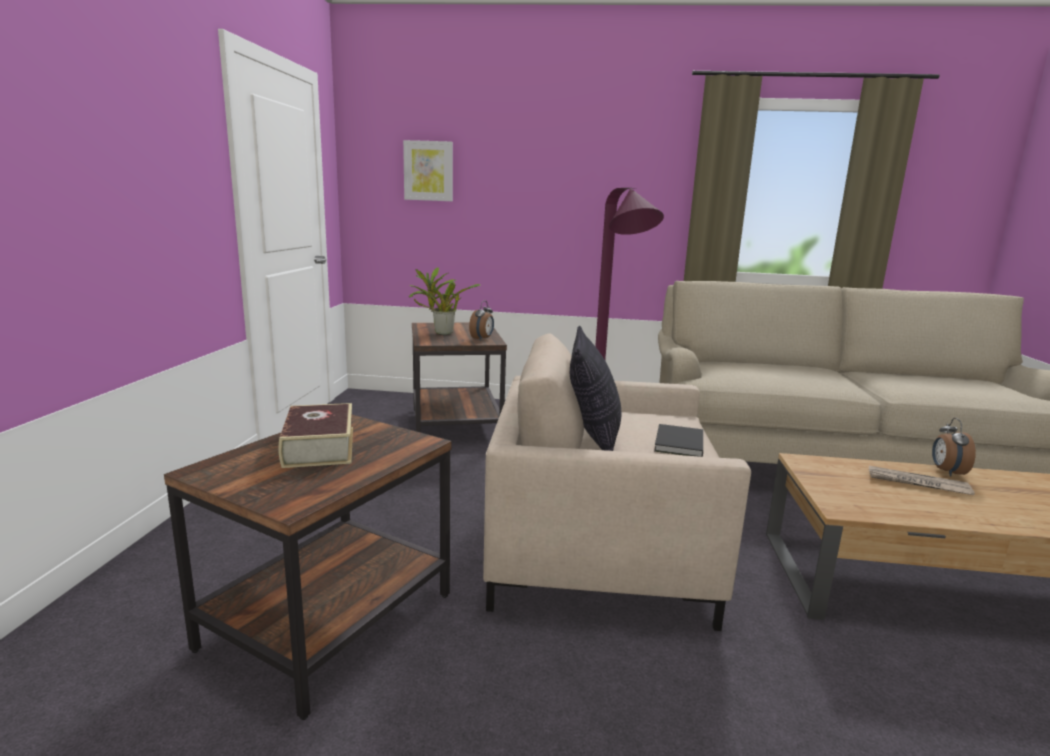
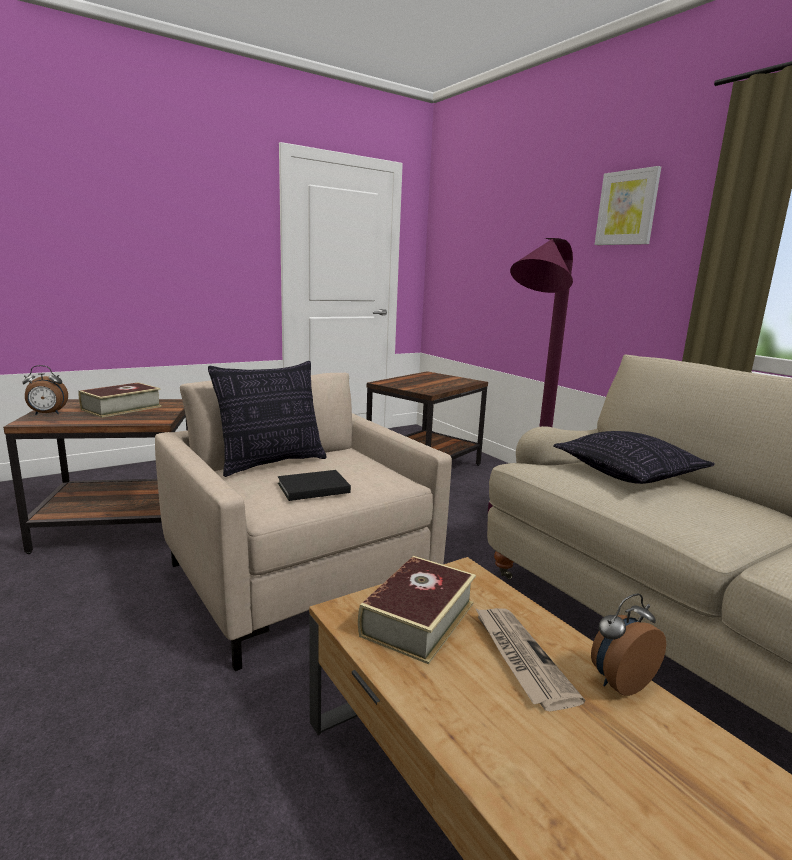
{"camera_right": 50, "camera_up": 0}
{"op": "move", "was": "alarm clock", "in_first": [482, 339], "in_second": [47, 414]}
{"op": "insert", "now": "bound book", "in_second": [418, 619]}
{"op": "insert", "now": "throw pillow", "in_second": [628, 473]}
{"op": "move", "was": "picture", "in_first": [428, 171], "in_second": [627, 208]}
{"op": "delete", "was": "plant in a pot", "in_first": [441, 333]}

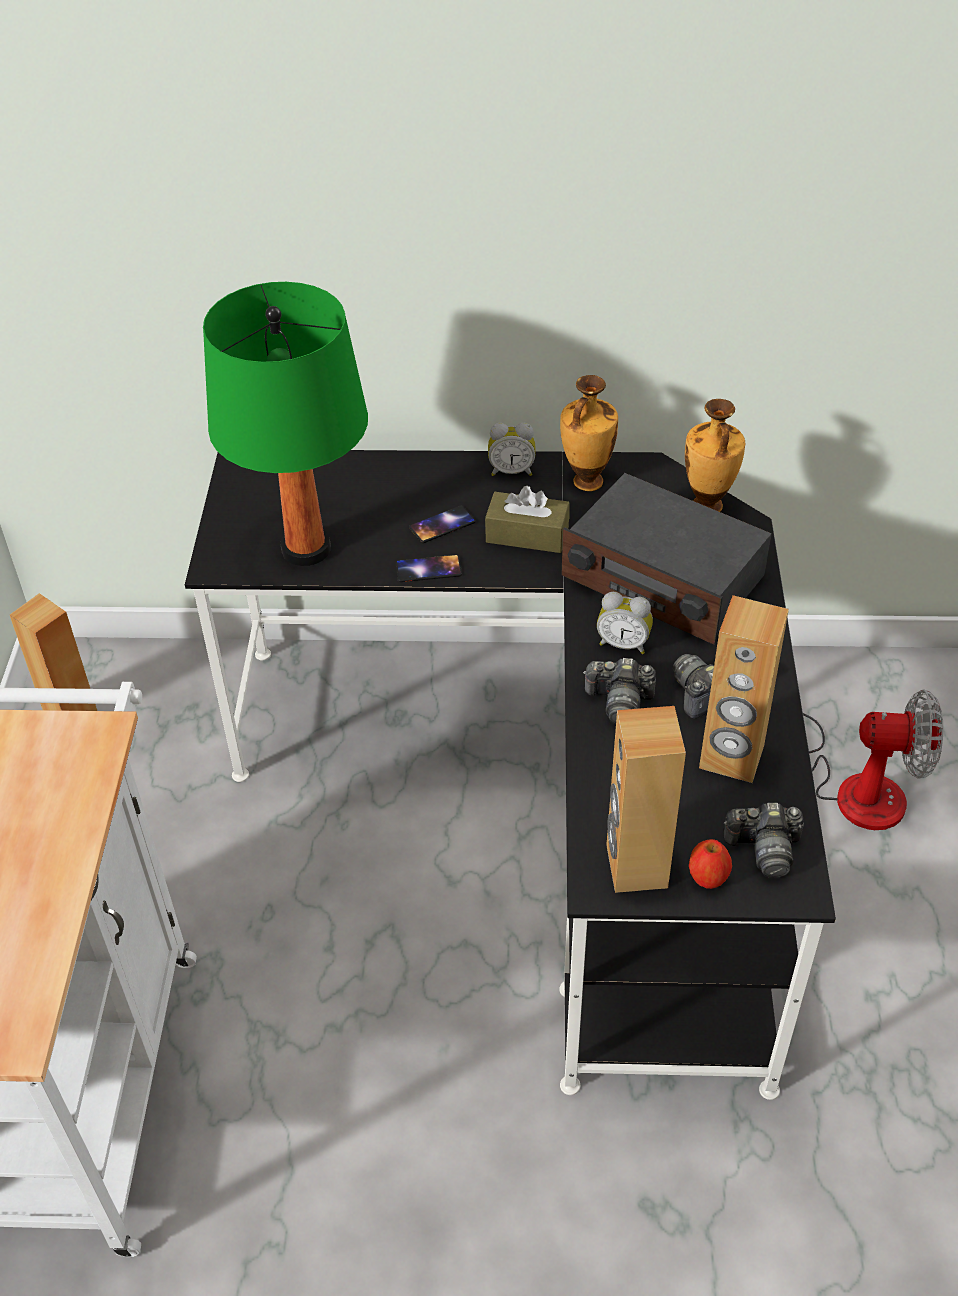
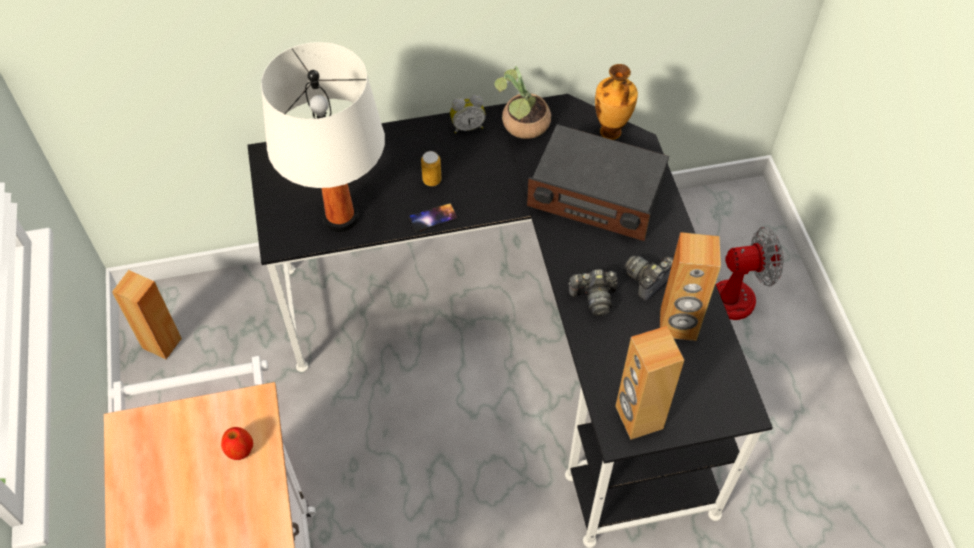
{"camera_right": -15, "camera_up": 10}
{"op": "move", "was": "apple", "in_first": [707, 877], "in_second": [240, 450]}
{"op": "recolor", "was": "greenish lamp for a table", "now": "white lamp for a table", "in_first": [306, 549], "in_second": [340, 217]}
{"op": "replace", "was": "telephone", "now": "sealed can", "in_first": [442, 525], "in_second": [432, 180]}
{"op": "replace", "was": "decorative vase", "now": "plant in a pot", "in_first": [586, 482], "in_second": [522, 127]}
{"op": "delete", "was": "brownish tissue box", "in_first": [527, 534]}
{"op": "delete", "was": "alarm clock", "in_first": [623, 643]}
{"op": "delete", "was": "photo camera", "in_first": [763, 849]}

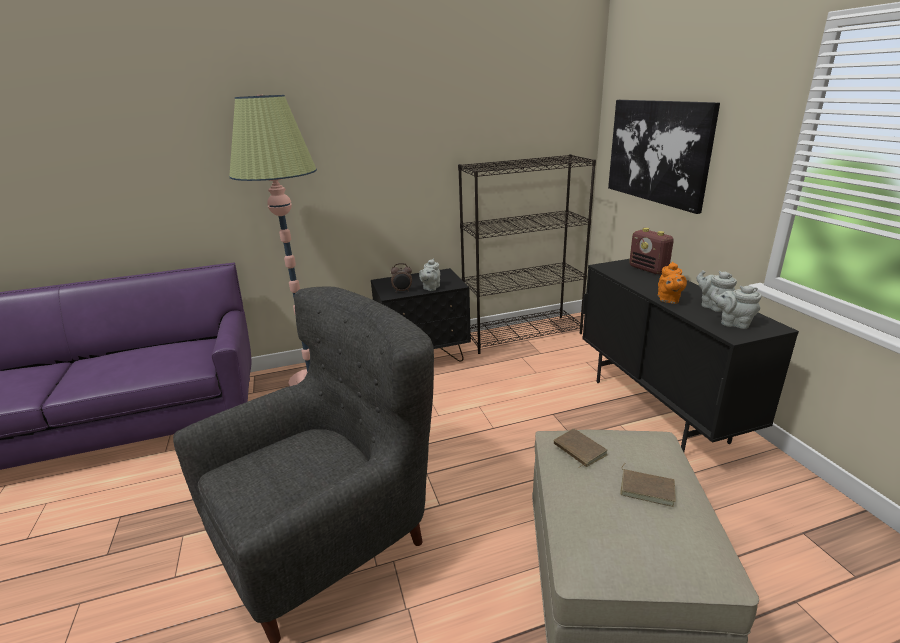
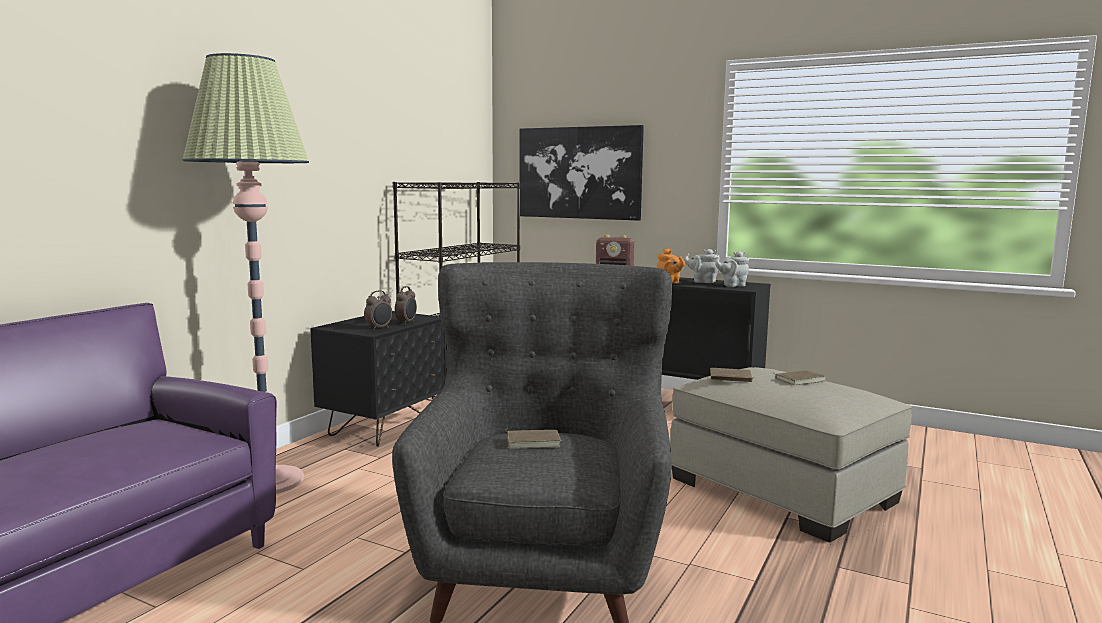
{"camera_right": -45, "camera_up": -15}
{"op": "replace", "was": "grey tea pot", "now": "alarm clock", "in_first": [430, 288], "in_second": [406, 322]}
{"op": "insert", "now": "brownish bound book", "in_second": [533, 441]}

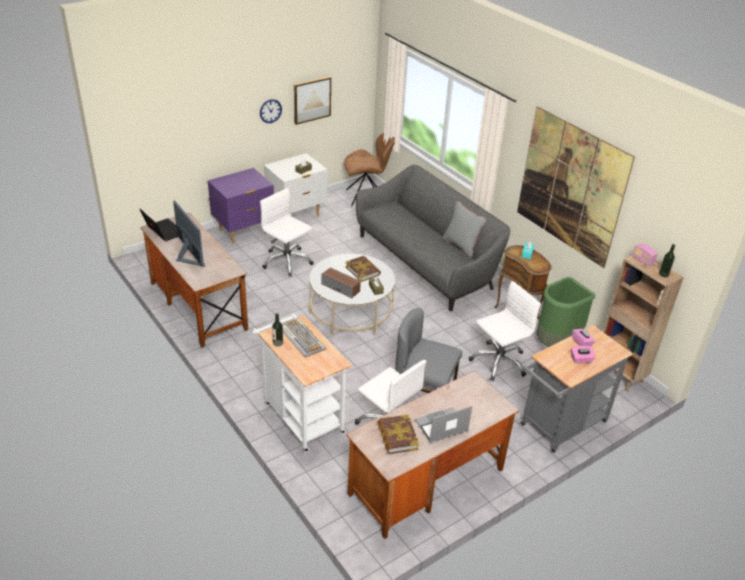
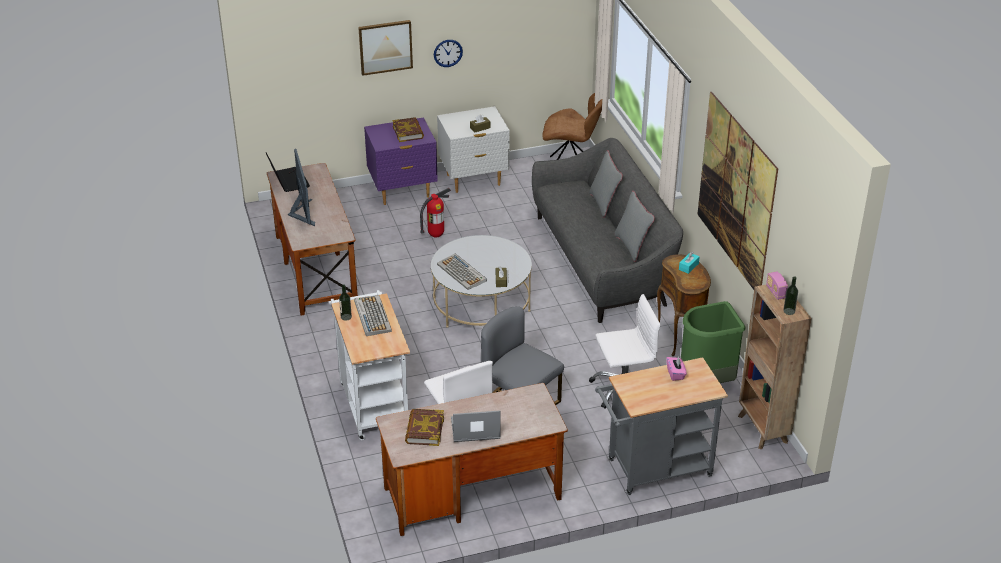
{"camera_right": 20, "camera_up": 0}
{"op": "move", "was": "picture", "in_first": [312, 100], "in_second": [385, 47]}
{"op": "move", "was": "bound book", "in_first": [362, 271], "in_second": [408, 132]}
{"op": "replace", "was": "white desk chair", "now": "extinguisher", "in_first": [286, 262], "in_second": [436, 235]}
{"op": "replace", "was": "speaker", "now": "PC keyboard", "in_first": [341, 287], "in_second": [462, 273]}
{"op": "insert", "now": "grey throw pillow", "in_second": [604, 204]}
{"op": "delete", "was": "pink tissue box", "in_first": [581, 360]}

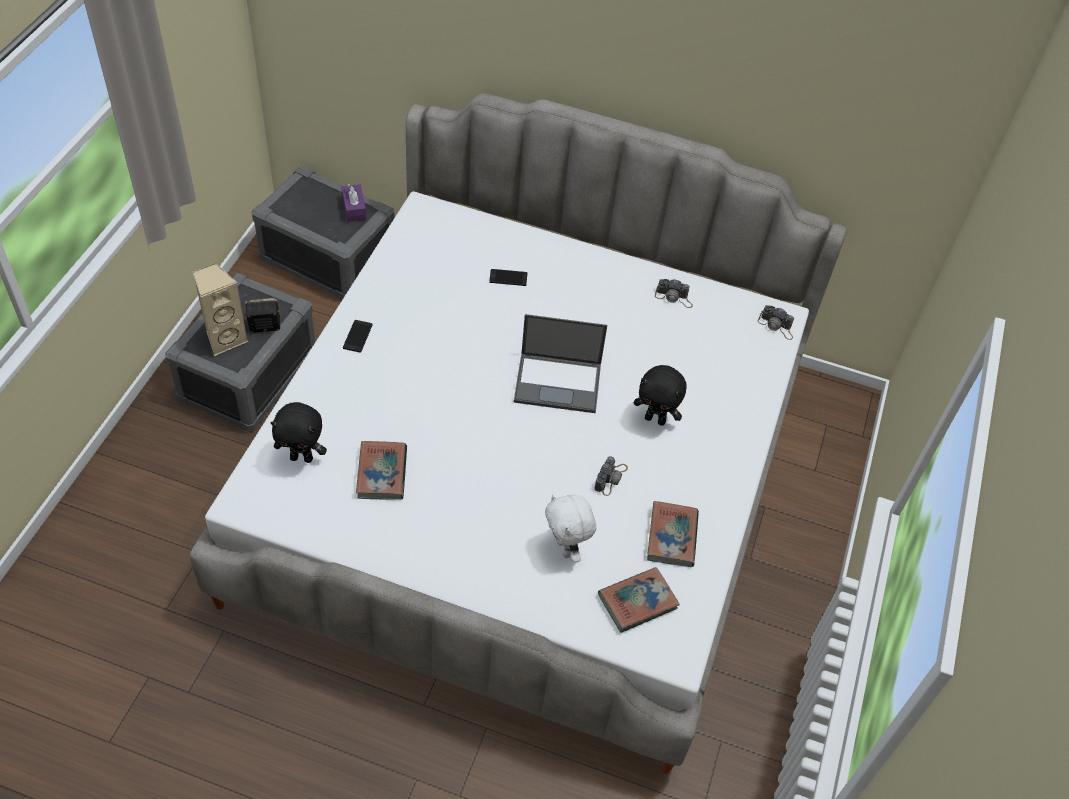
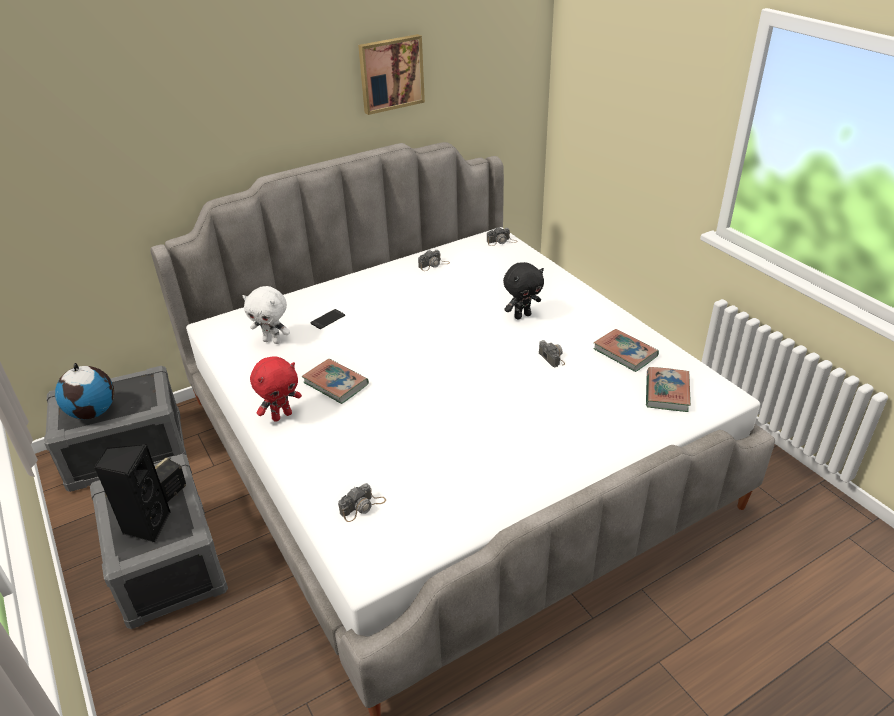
{"camera_right": -45, "camera_up": -15}
{"op": "insert", "now": "world globe", "in_second": [93, 412]}
{"op": "recolor", "was": "beige speaker", "now": "black speaker", "in_first": [225, 338], "in_second": [146, 525]}
{"op": "move", "was": "white soft toy", "in_first": [566, 549], "in_second": [272, 341]}
{"op": "replace", "was": "telephone", "now": "red soft toy", "in_first": [357, 336], "in_second": [282, 415]}
{"op": "move", "was": "bound book", "in_first": [382, 473], "in_second": [336, 384]}
{"op": "replace", "was": "black soft toy", "now": "photo camera", "in_first": [302, 457], "in_second": [362, 507]}
{"op": "insert", "now": "picture", "in_second": [390, 73]}
{"op": "delete", "was": "purplish tissue box", "in_first": [354, 208]}
{"op": "delete", "was": "laptop", "in_first": [559, 382]}

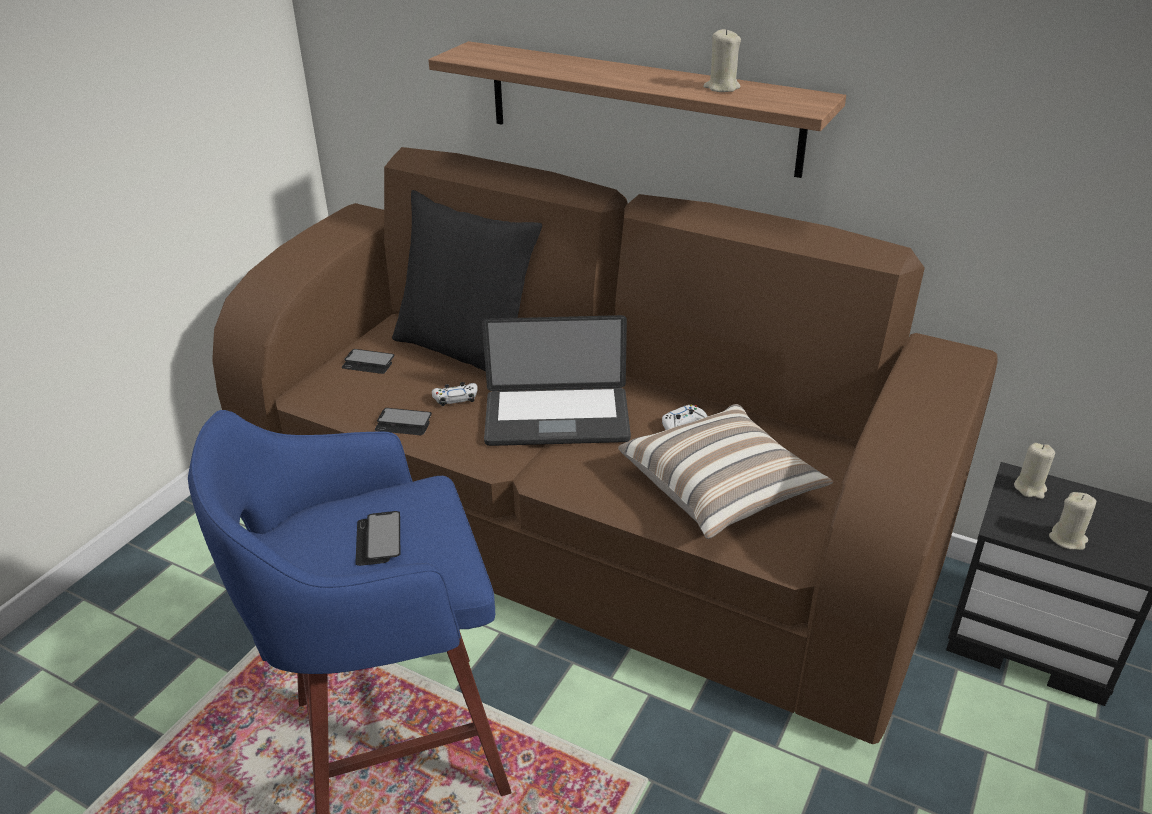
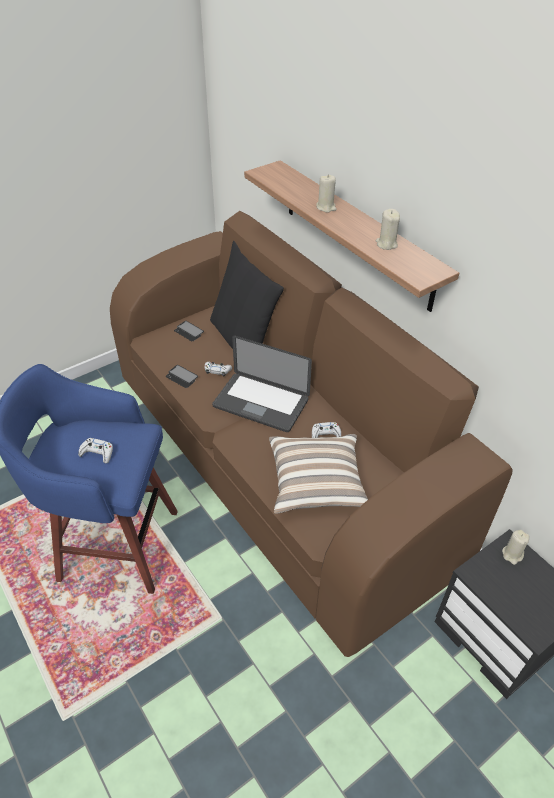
{"camera_right": 25, "camera_up": 10}
{"op": "replace", "was": "telephone", "now": "white joypad", "in_first": [378, 540], "in_second": [97, 453]}
{"op": "move", "was": "beige wax light", "in_first": [1068, 539], "in_second": [326, 207]}

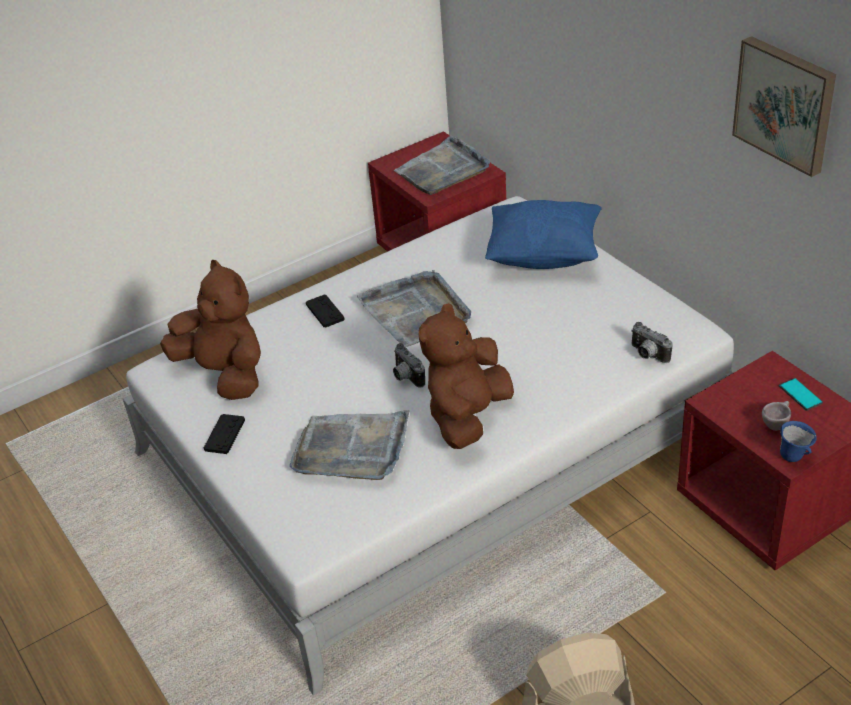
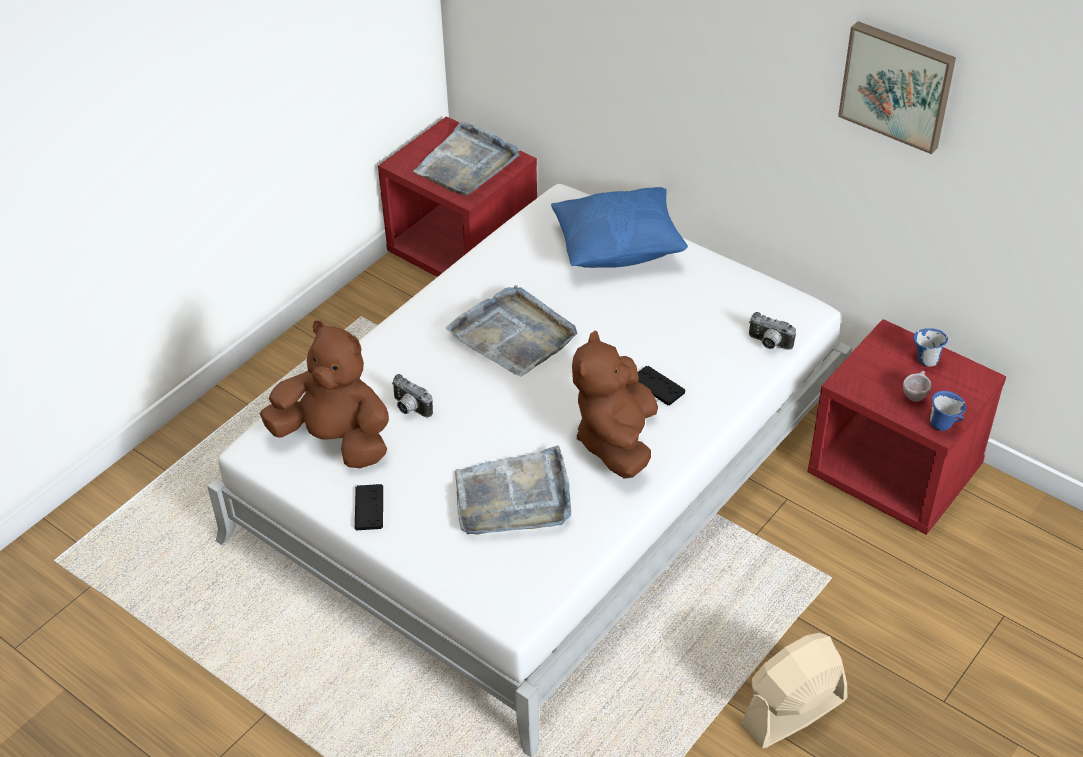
{"camera_right": -20, "camera_up": 5}
{"op": "move", "was": "photo camera", "in_first": [405, 377], "in_second": [409, 408]}
{"op": "move", "was": "black joypad", "in_first": [325, 312], "in_second": [657, 386]}
{"op": "replace", "was": "telephone", "now": "bluish tea mug", "in_first": [800, 394], "in_second": [925, 360]}

